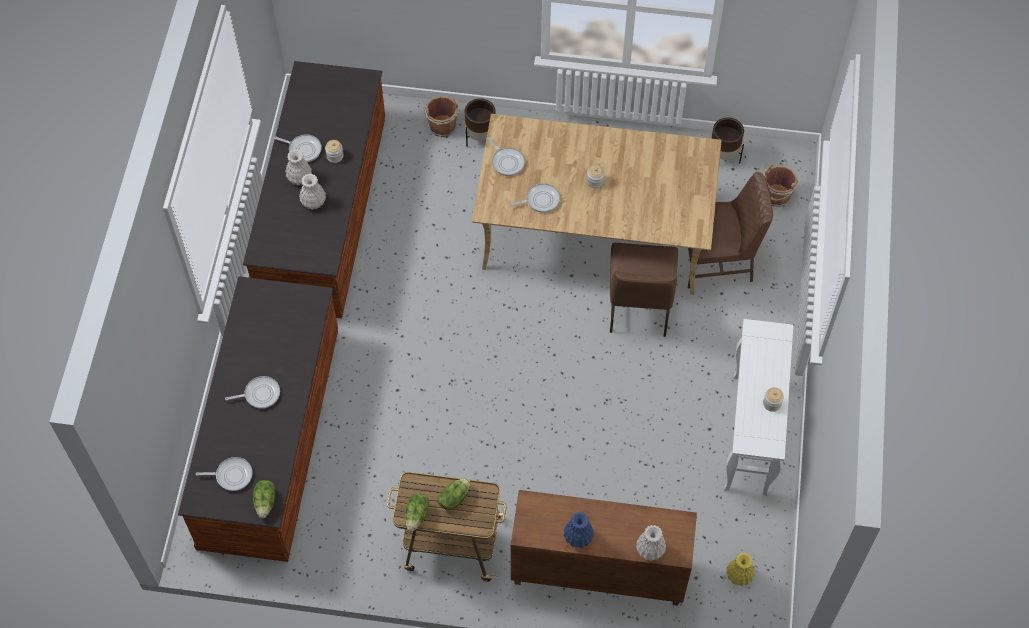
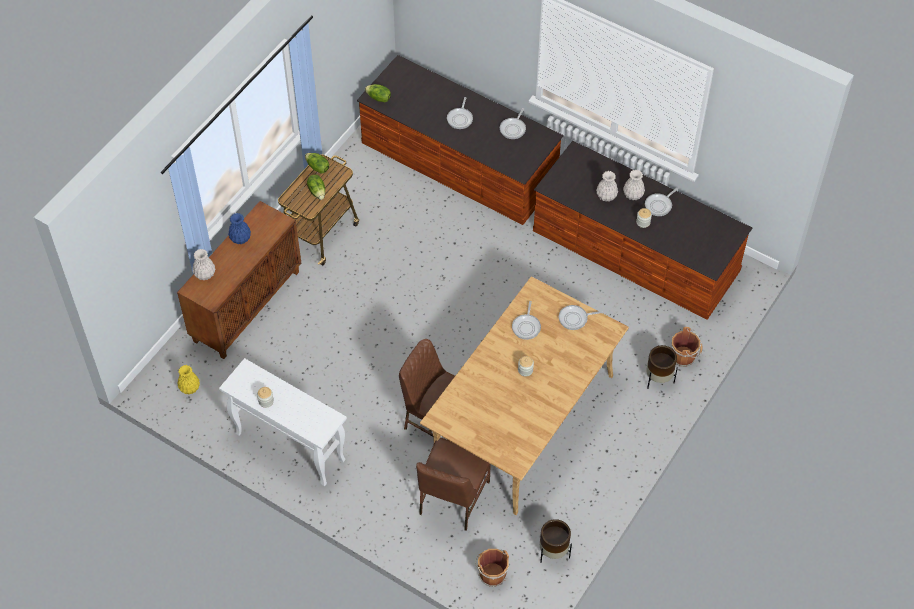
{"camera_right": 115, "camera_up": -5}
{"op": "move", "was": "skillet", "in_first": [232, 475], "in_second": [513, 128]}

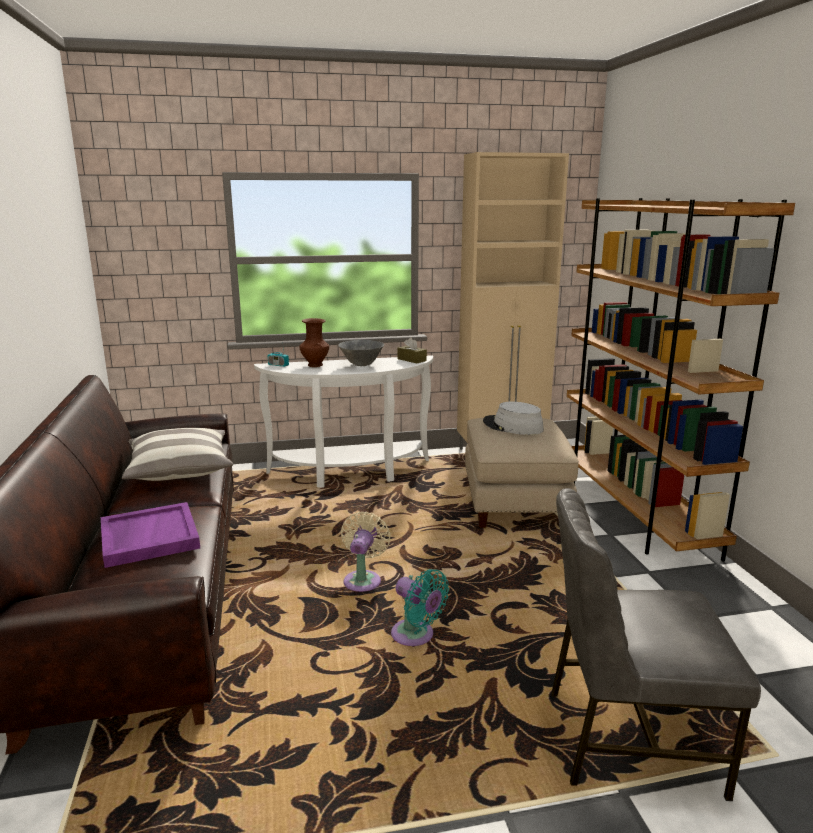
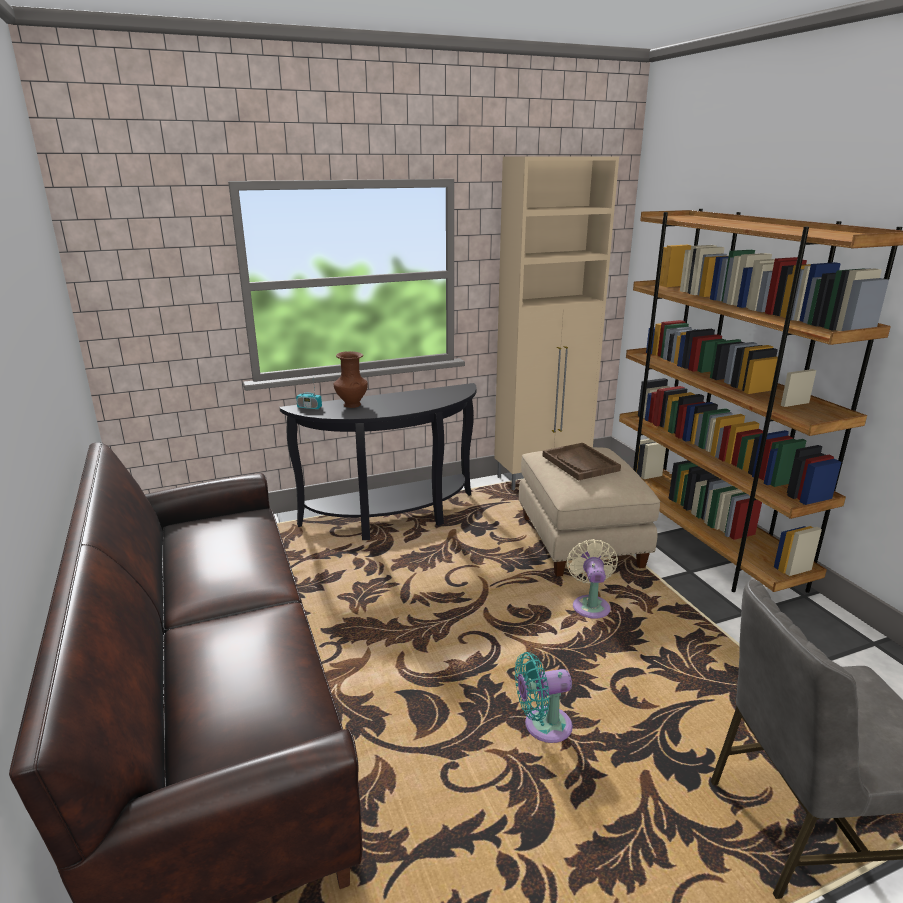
{"camera_right": -10, "camera_up": 5}
{"op": "recolor", "was": "white console table", "now": "black console table", "in_first": [351, 474], "in_second": [394, 519]}
{"op": "rotate", "was": "blue-green electric fan", "in_first": [416, 636], "in_second": [542, 726], "clockwise": 135}
{"op": "replace", "was": "grey wearable hat", "now": "brownish serving tray", "in_first": [512, 426], "in_second": [580, 463]}
{"op": "move", "was": "beige electric fan", "in_first": [363, 579], "in_second": [590, 605]}
{"op": "delete", "was": "purplish serving tray", "in_first": [148, 537]}
{"op": "delete", "was": "throw pillow", "in_first": [180, 469]}
{"op": "delete", "was": "grey serving bowl", "in_first": [362, 365]}
{"op": "delete", "was": "brownish tissue box", "in_first": [411, 360]}

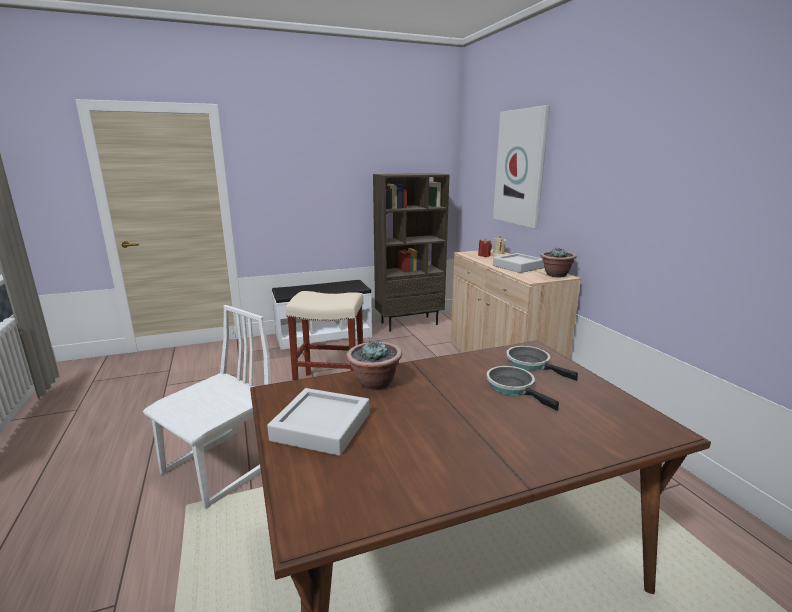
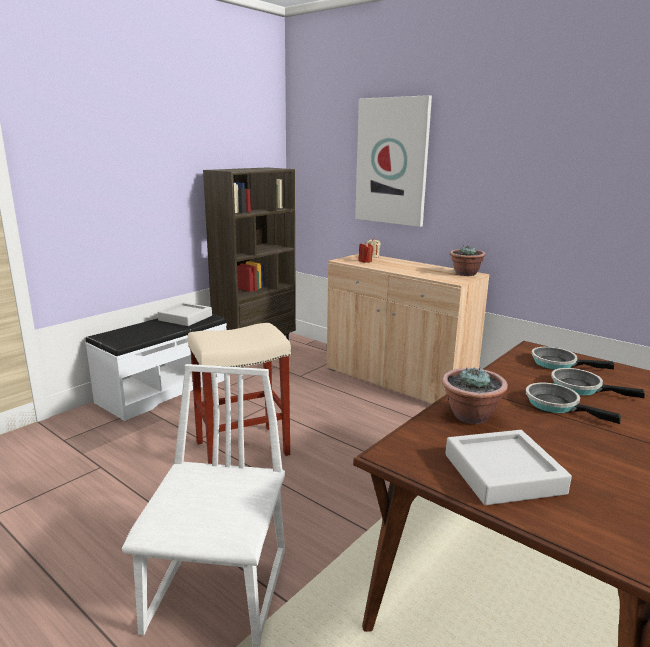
{"camera_right": -30, "camera_up": 0}
{"op": "move", "was": "grey serving tray", "in_first": [518, 267], "in_second": [185, 318]}
{"op": "insert", "now": "skillet", "in_second": [556, 405]}

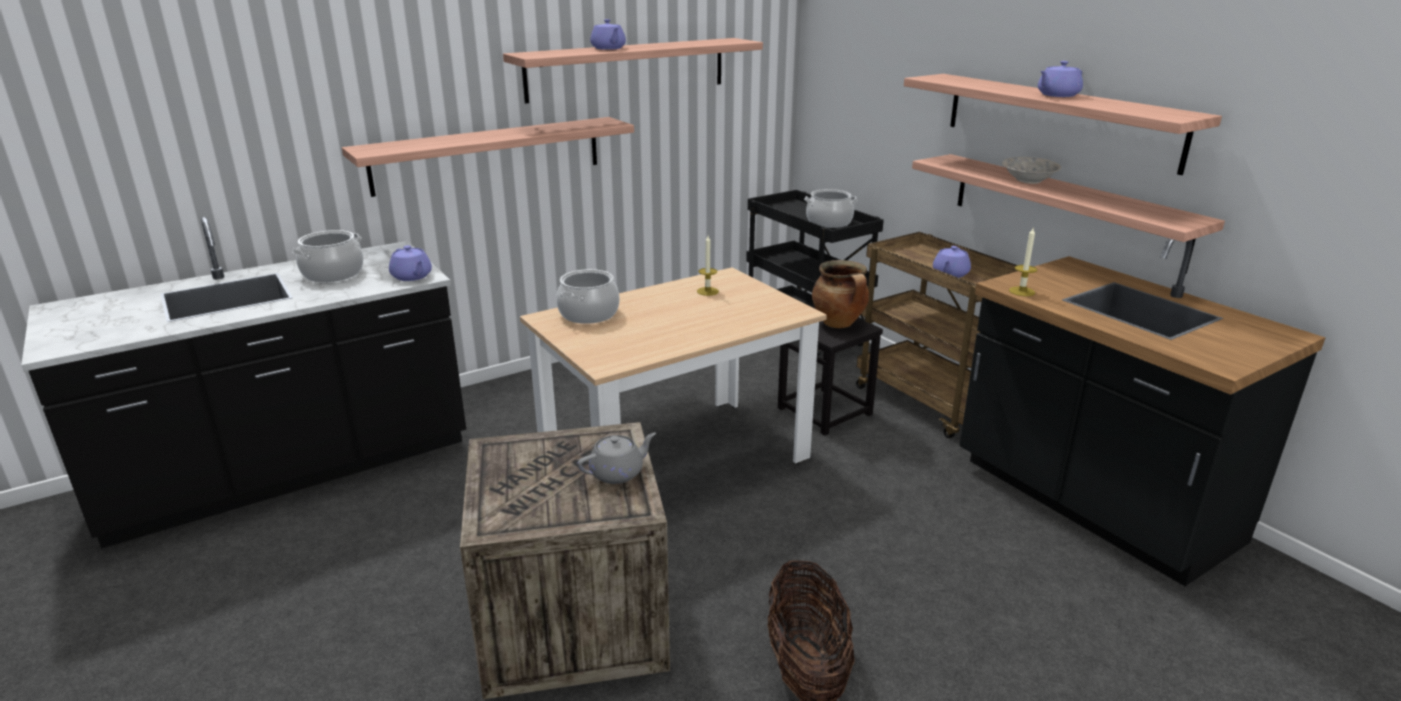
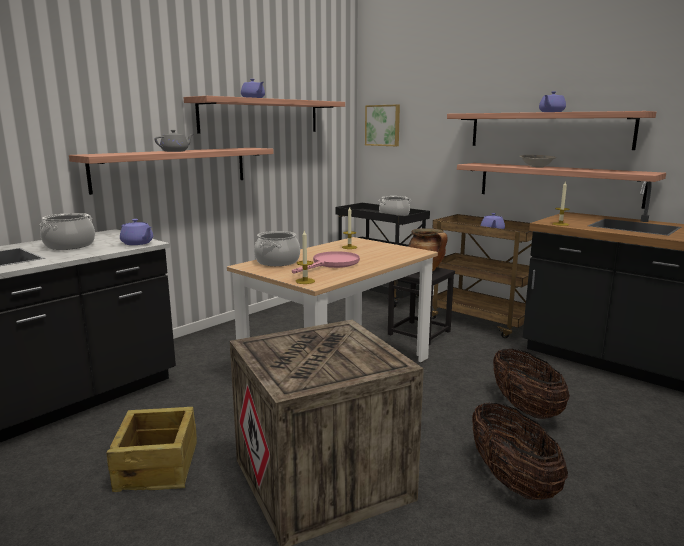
{"camera_right": -15, "camera_up": -10}
{"op": "insert", "now": "shipping crate", "in_second": [158, 465]}
{"op": "move", "was": "grey tea pot", "in_first": [618, 473], "in_second": [175, 151]}
{"op": "insert", "now": "pink skillet", "in_second": [331, 264]}
{"op": "insert", "now": "wax light", "in_second": [305, 281]}
{"op": "insert", "now": "picture", "in_second": [383, 125]}
{"op": "insert", "now": "basket", "in_second": [525, 408]}

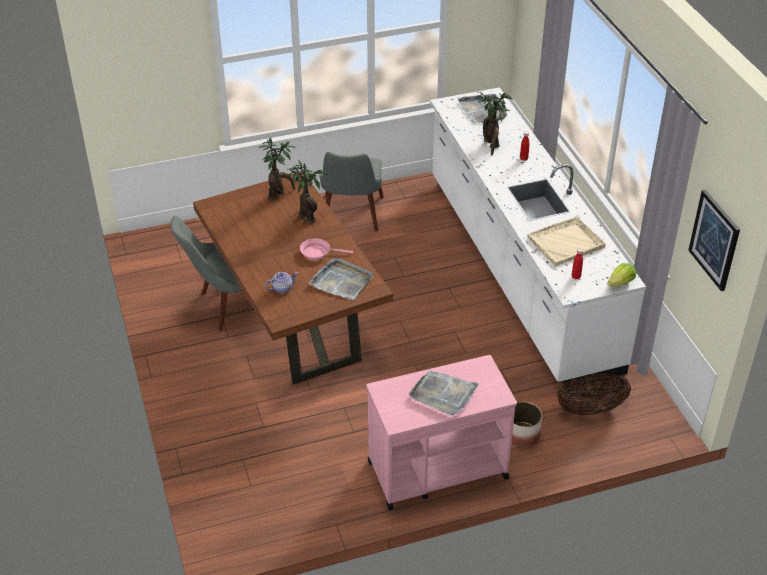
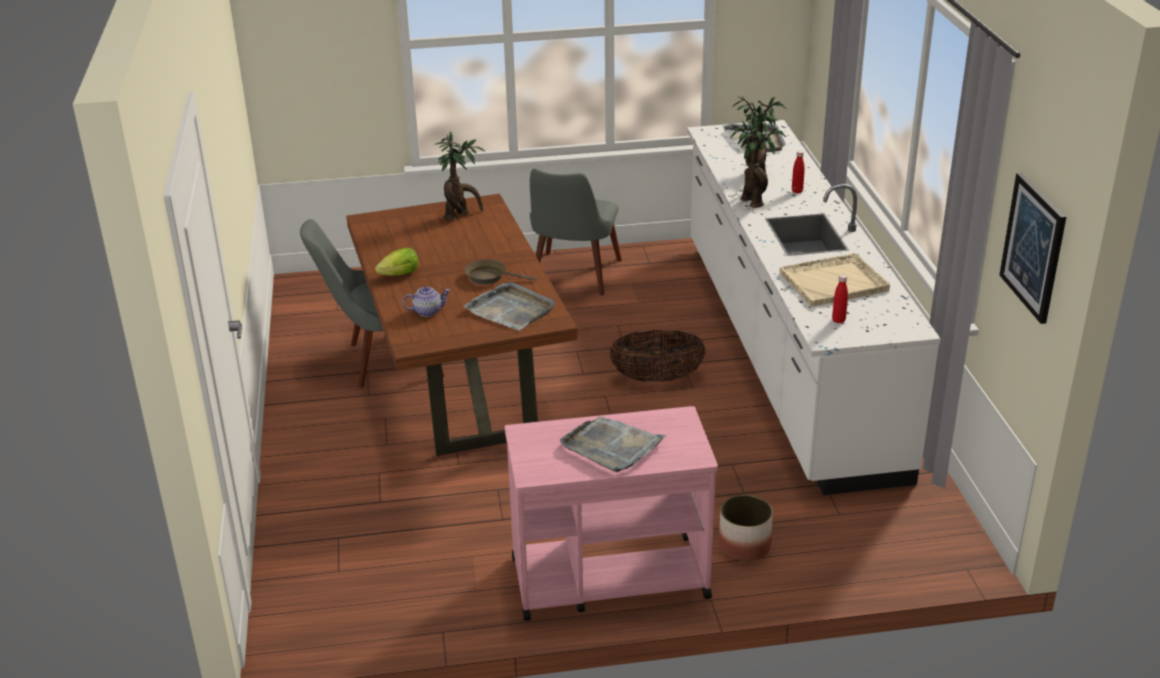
{"camera_right": 10, "camera_up": -10}
{"op": "move", "was": "head of lettuce", "in_first": [620, 283], "in_second": [400, 275]}
{"op": "recolor", "was": "pink skillet", "now": "brownish skillet", "in_first": [318, 252], "in_second": [490, 277]}
{"op": "move", "was": "basket", "in_first": [591, 409], "in_second": [657, 378]}
{"op": "move", "was": "plant in a pot", "in_first": [307, 216], "in_second": [751, 201]}

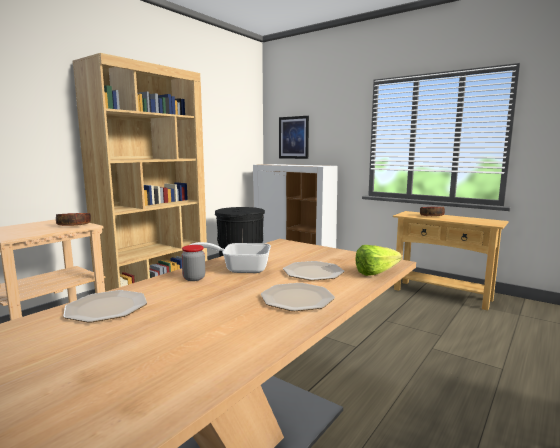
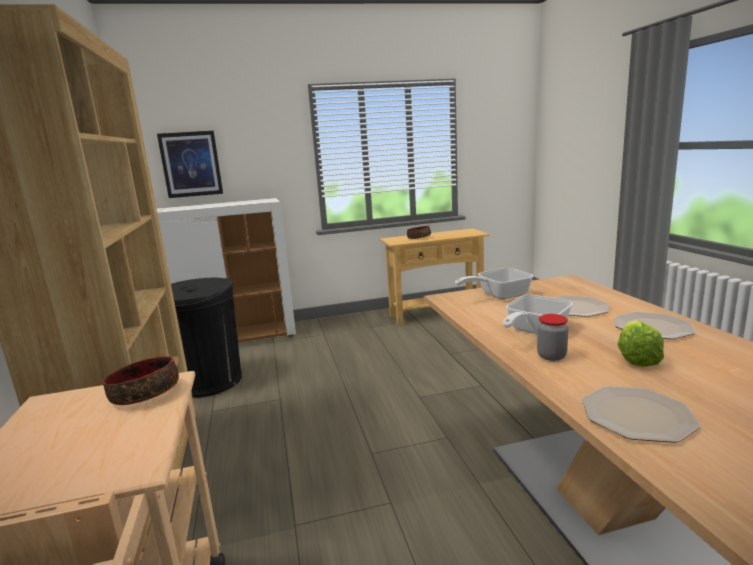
{"camera_right": -50, "camera_up": 5}
{"op": "insert", "now": "skillet", "in_second": [498, 295]}
{"op": "move", "was": "head of lettuce", "in_first": [379, 273], "in_second": [637, 356]}

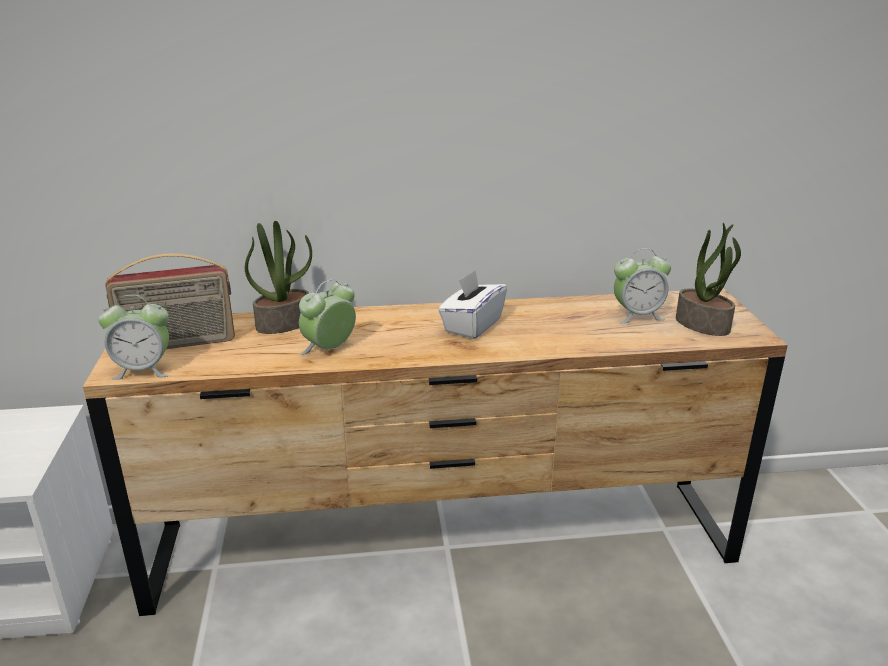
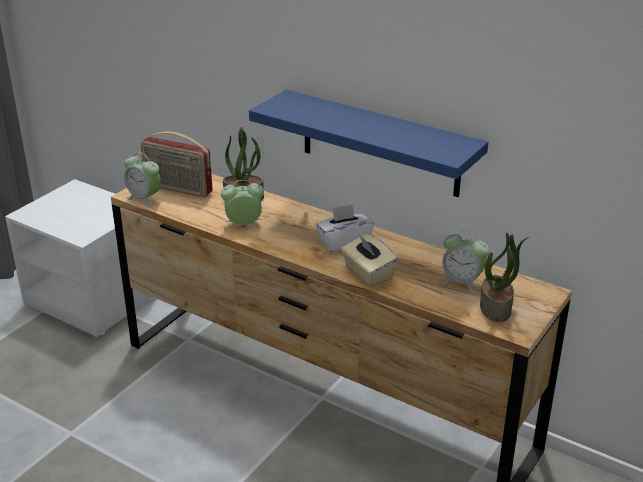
{"camera_right": 40, "camera_up": 5}
{"op": "insert", "now": "bluish wall shelf", "in_second": [380, 144]}
{"op": "insert", "now": "beige tissue box", "in_second": [368, 273]}

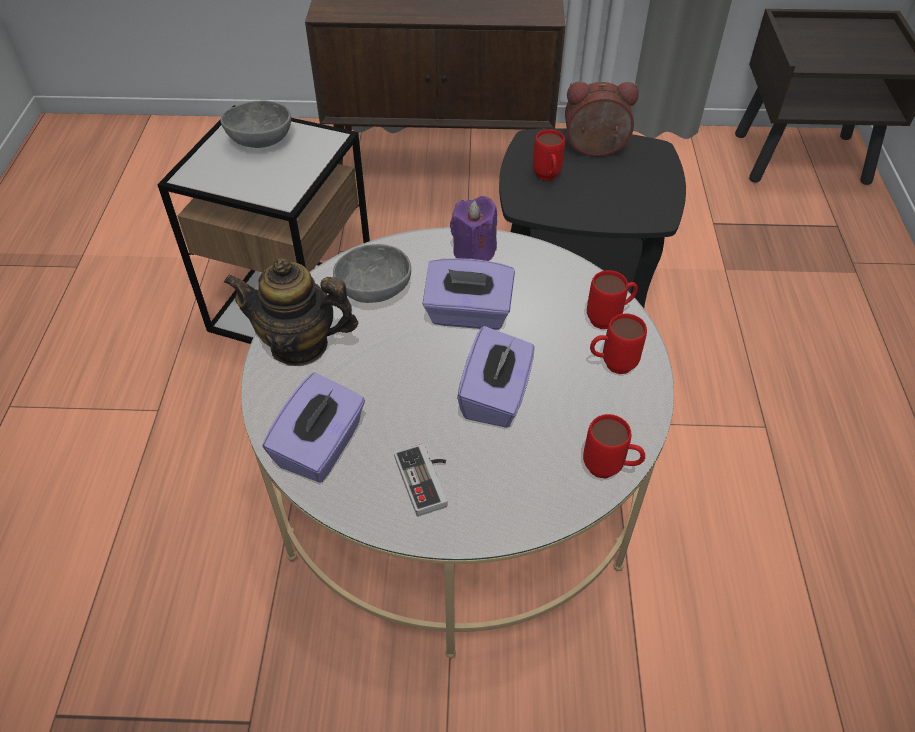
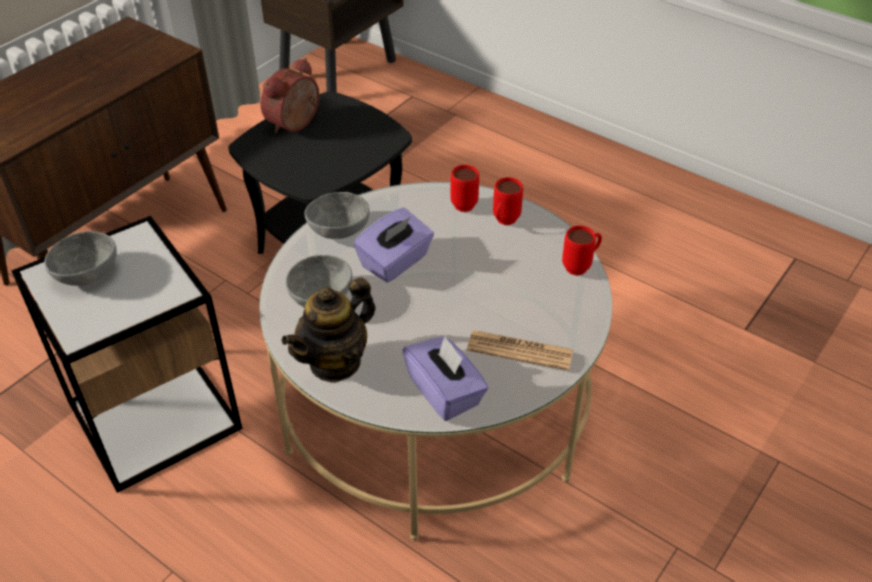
{"camera_right": -55, "camera_up": -5}
{"op": "replace", "was": "purplish wax light", "now": "grey serving bowl", "in_first": [474, 251], "in_second": [338, 229]}
{"op": "replace", "was": "joypad", "now": "printed paper", "in_first": [427, 480], "in_second": [520, 351]}
{"op": "delete", "was": "purplish tissue box", "in_first": [496, 396]}
{"op": "delete", "was": "red tea mug", "in_first": [547, 178]}

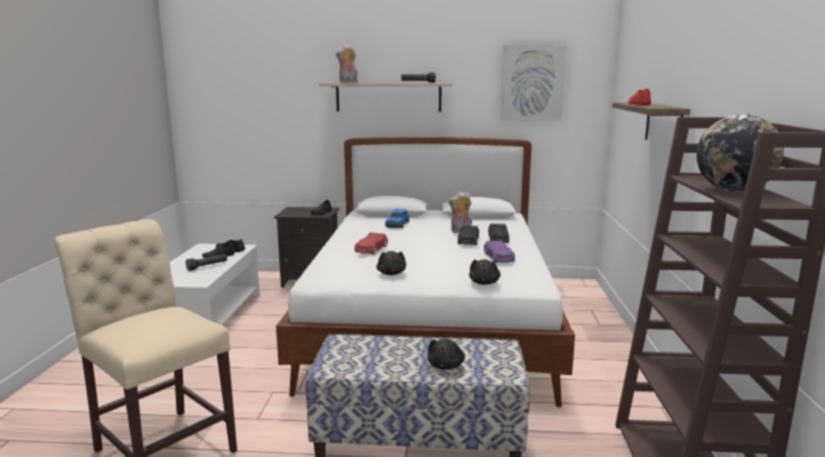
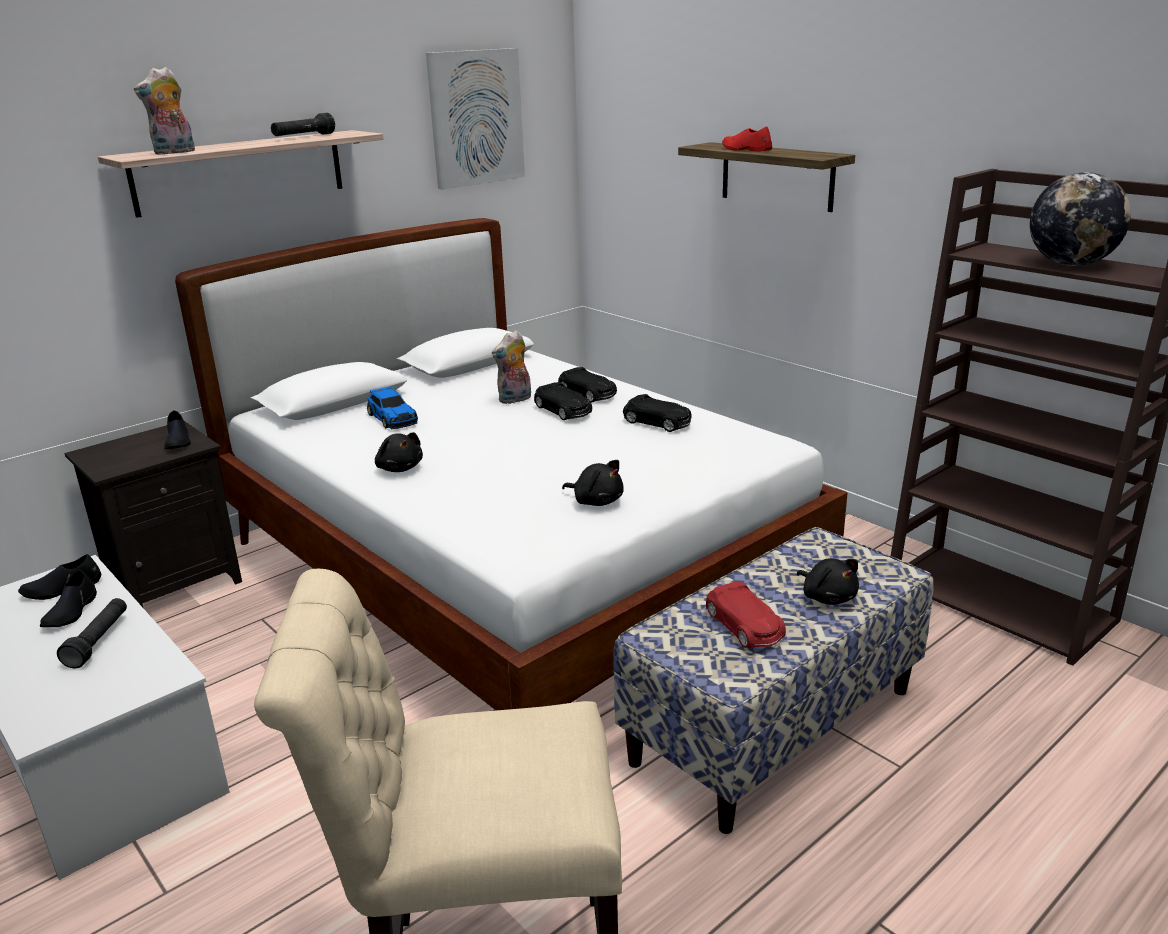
{"camera_right": -45, "camera_up": 10}
{"op": "move", "was": "black soft toy", "in_first": [484, 283], "in_second": [399, 468]}
{"op": "recolor", "was": "purplish toy car", "now": "black toy car", "in_first": [498, 258], "in_second": [658, 422]}
{"op": "move", "was": "red toy car", "in_first": [371, 249], "in_second": [745, 626]}

